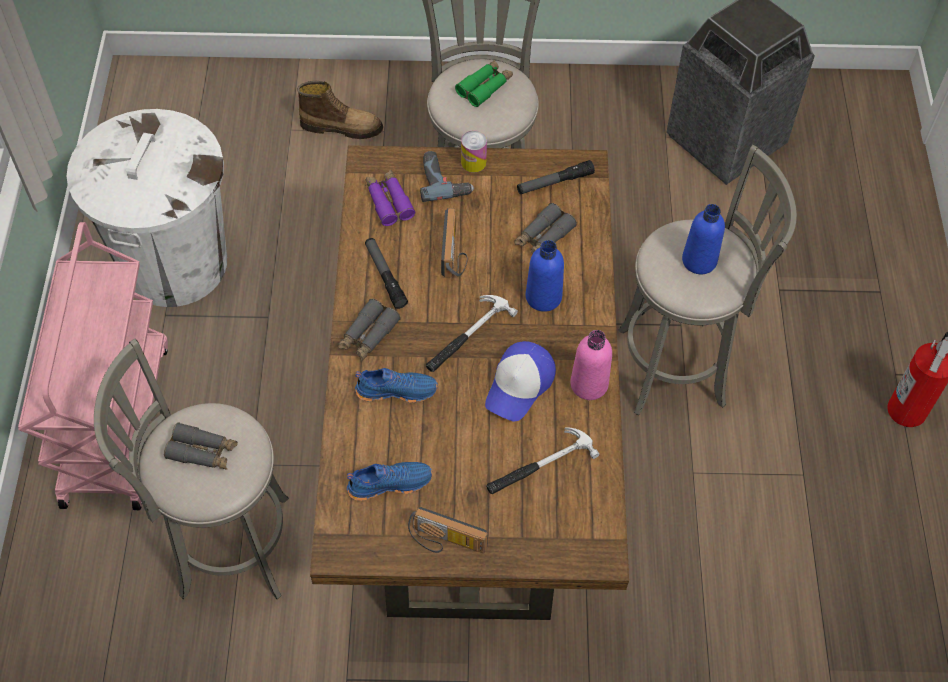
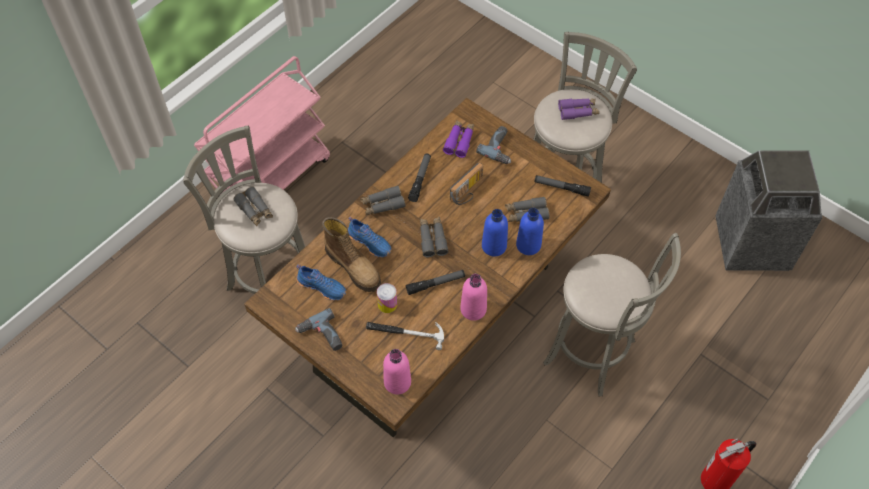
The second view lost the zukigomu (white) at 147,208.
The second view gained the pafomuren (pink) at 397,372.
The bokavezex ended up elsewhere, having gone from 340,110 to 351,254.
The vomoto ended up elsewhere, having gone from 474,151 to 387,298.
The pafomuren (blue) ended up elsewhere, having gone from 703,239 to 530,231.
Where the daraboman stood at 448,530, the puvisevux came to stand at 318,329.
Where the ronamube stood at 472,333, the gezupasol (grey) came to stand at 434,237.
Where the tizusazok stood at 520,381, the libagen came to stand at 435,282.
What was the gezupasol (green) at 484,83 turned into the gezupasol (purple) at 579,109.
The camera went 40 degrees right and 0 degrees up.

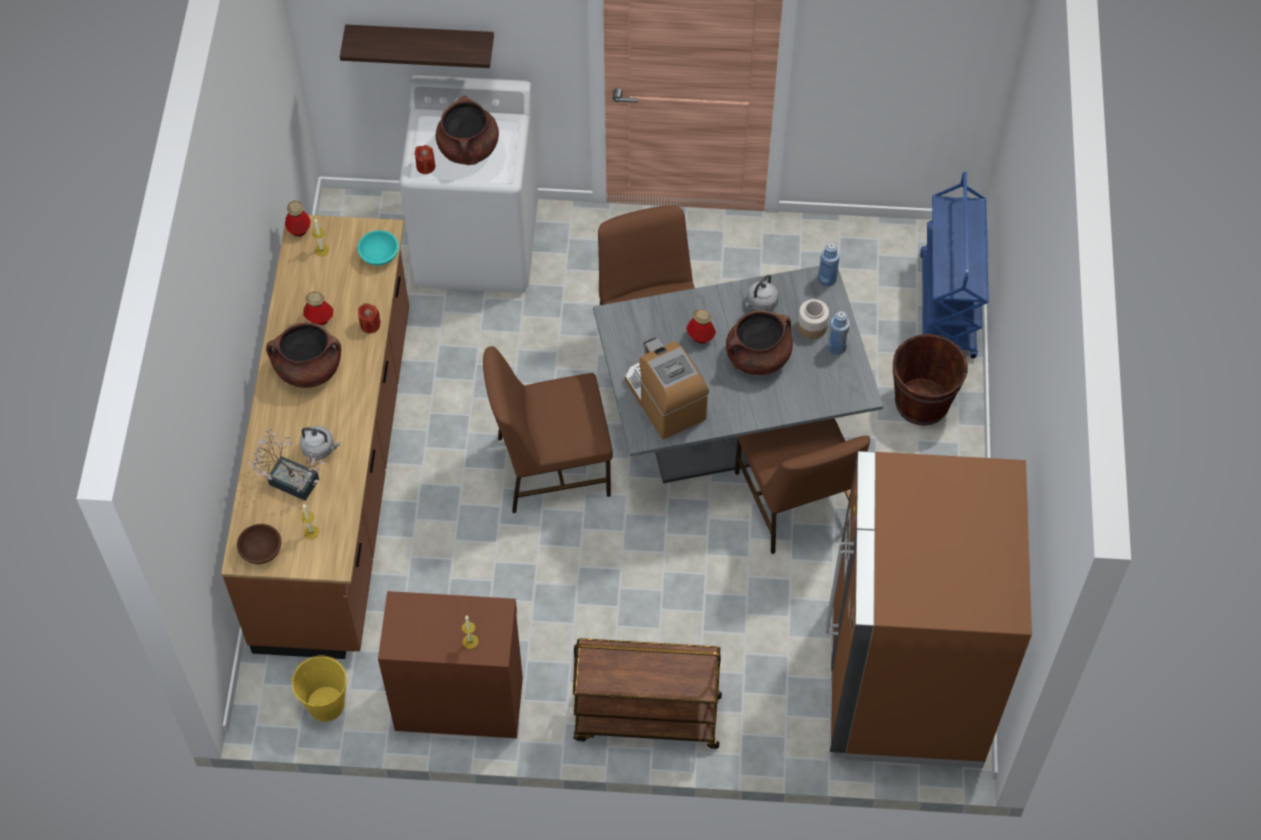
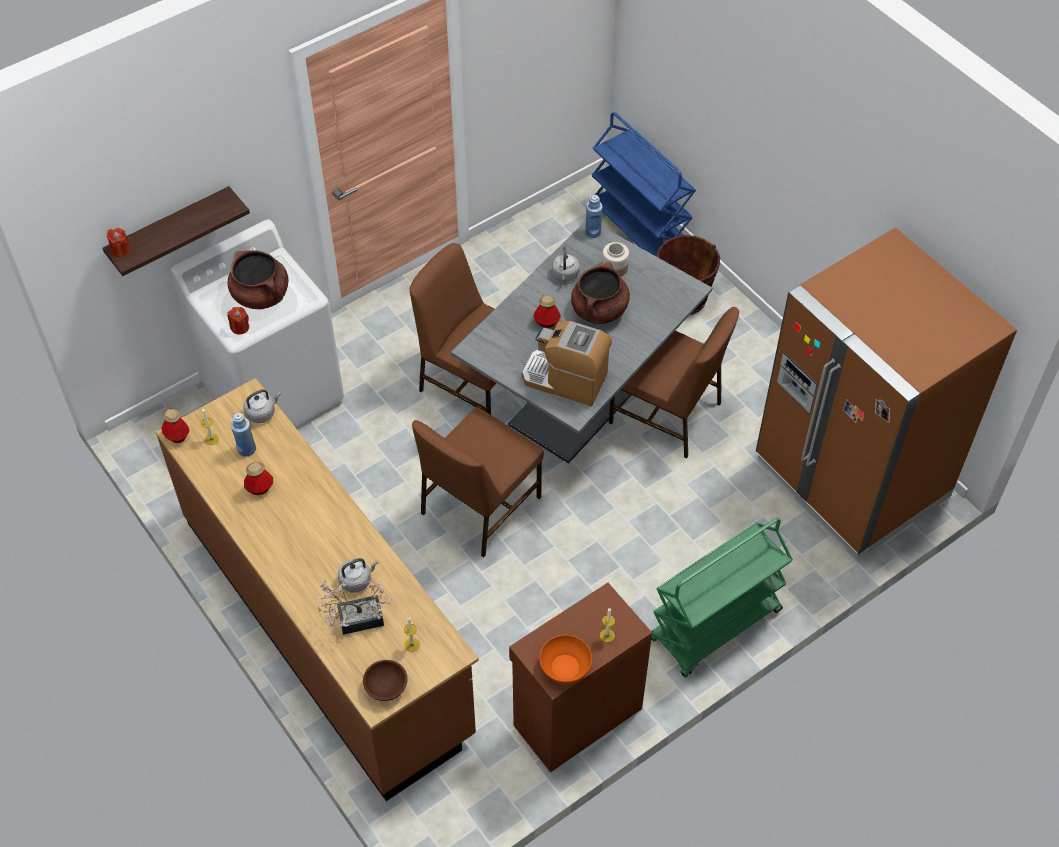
The second view lost the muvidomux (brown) at 303,355.
The second view lost the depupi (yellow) at 319,688.
The second view gained the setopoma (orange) at 565,659.
The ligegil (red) ended up elsewhere, having gone from 369,318 to 118,242.
The pafomuren (blue) ended up elsewhere, having gone from 839,333 to 243,435.
Where the setopoma (turquoise) stood at 378,247, the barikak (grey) came to stand at 262,406.
What was the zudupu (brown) at 647,693 turned into the zudupu (green) at 722,597.
The camera went 40 degrees left and 5 degrees down.

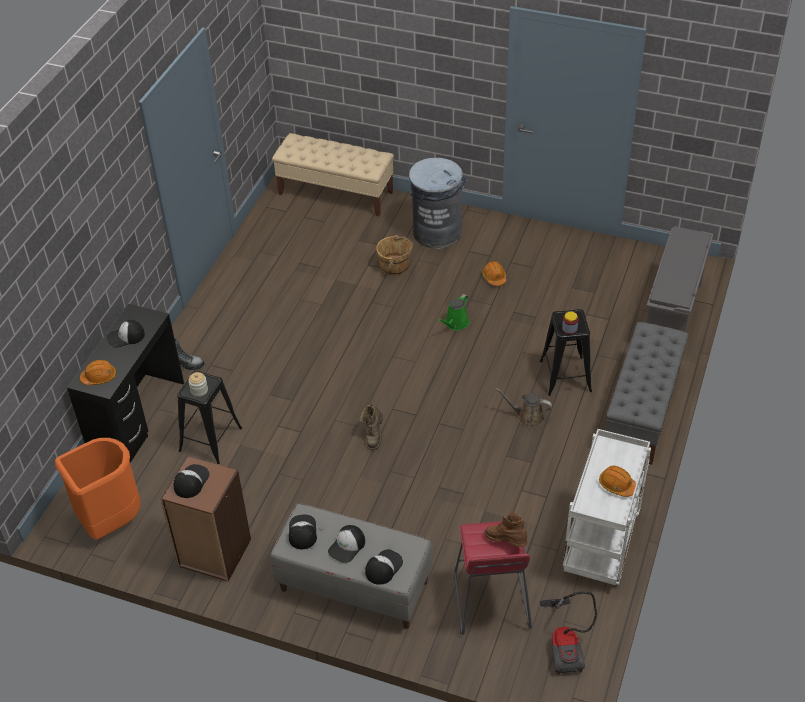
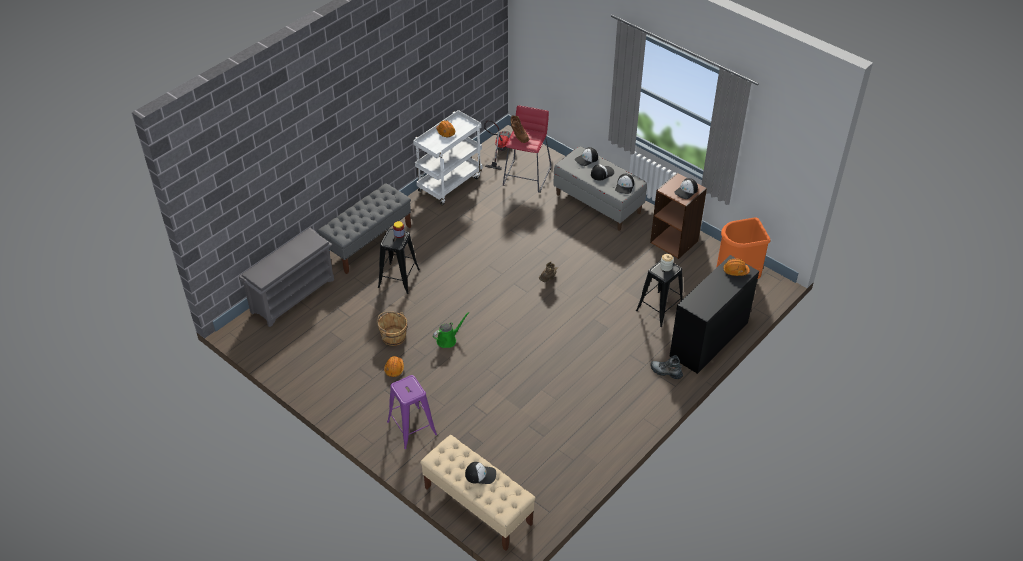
The second view lost the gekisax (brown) at 523,408.
The tizusazok ended up elsewhere, having gone from 126,334 to 480,473.
The depupi (brown) ended up elsewhere, having gone from 394,255 to 392,328.
Where the zukigomu (grey) stood at 438,203, the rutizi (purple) came to stand at 412,412.
The camera went 160 degrees left and 0 degrees up.

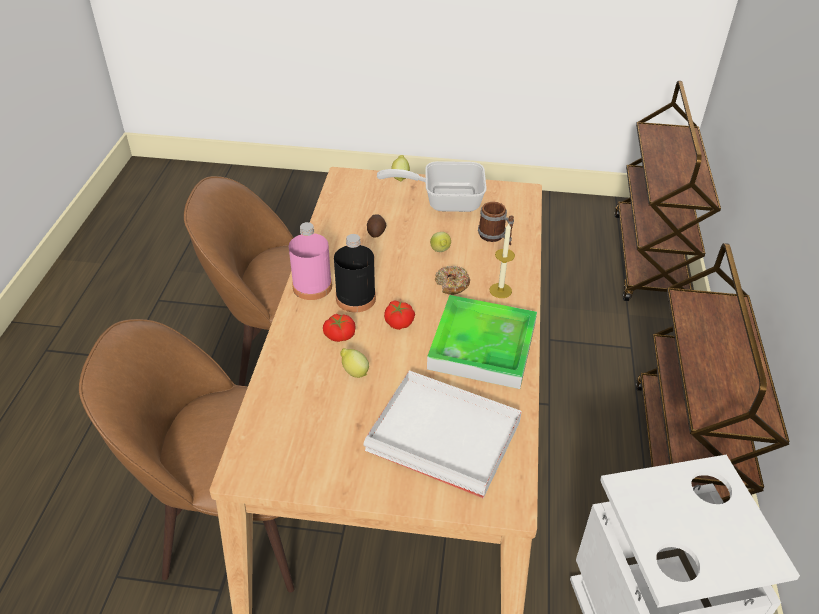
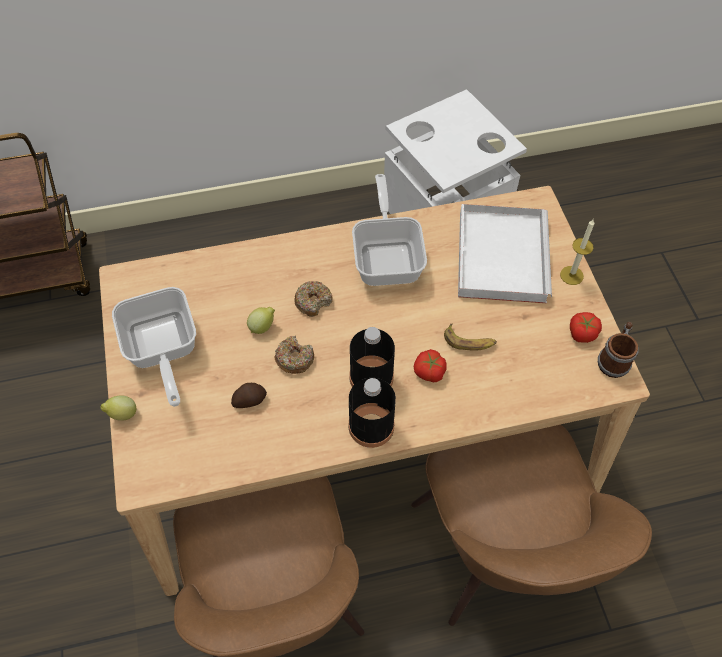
The second view lost the zudupu (brown) at 712,373.
The second view gained the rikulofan at 294,355.
The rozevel ended up elsewhere, having gone from 399,315 to 586,327.
The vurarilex ended up elsewhere, having gone from 496,223 to 618,350.
The ligegil ended up elsewhere, having gone from 502,260 to 577,252.
Where the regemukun stood at 354,363, the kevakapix came to stand at 470,337.
Where the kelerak stood at 482,342, the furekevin came to stand at 389,230.
What was the pafomuren (pink) at 310,261 turned into the pafomuren (black) at 372,413.
The camera went 110 degrees left and 15 degrees up.

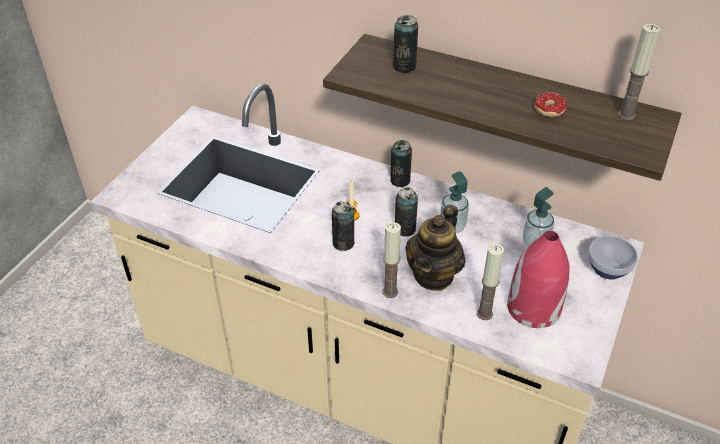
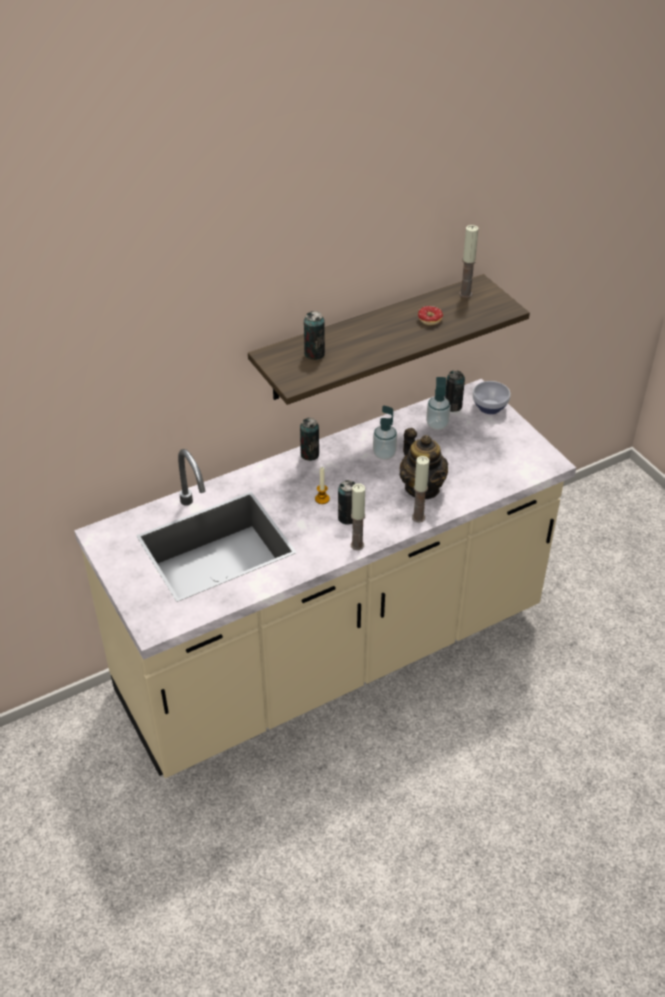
The second view lost the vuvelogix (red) at 538,279.
The vomoto ended up elsewhere, having gone from 406,212 to 455,391.
The ligegil ended up elsewhere, having gone from 490,282 to 358,516.
The camera went 55 degrees left and 0 degrees up.

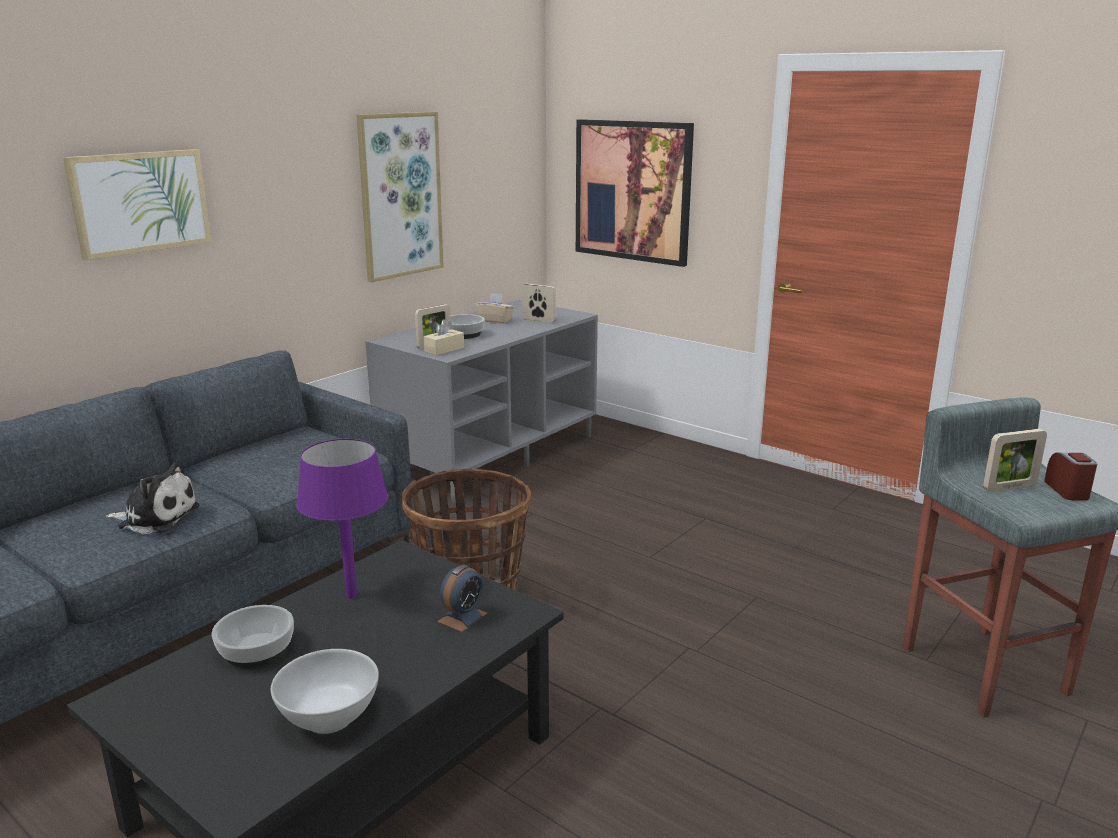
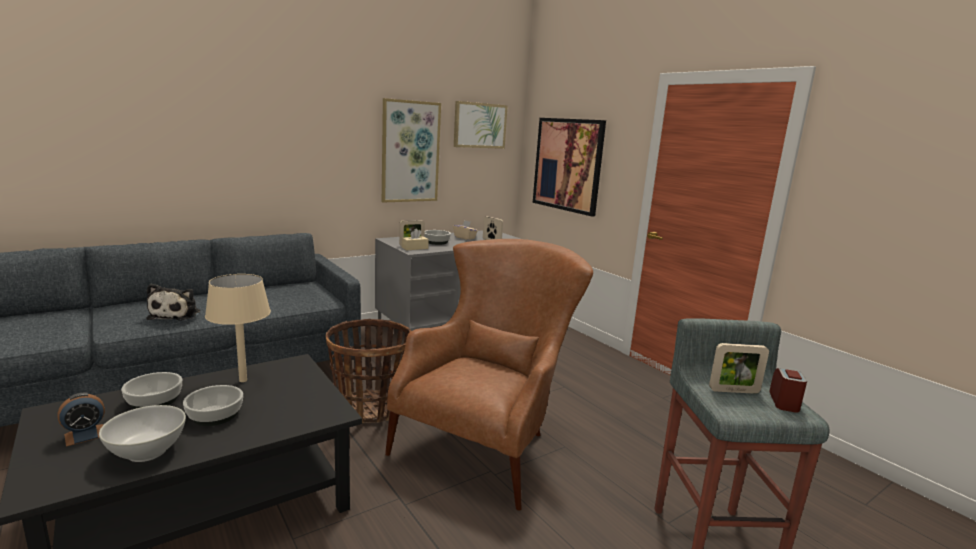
The second view gained the setopoma at 213,405.
The second view gained the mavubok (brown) at 489,374.
The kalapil ended up elsewhere, having gone from 137,204 to 481,125.
The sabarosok ended up elsewhere, having gone from 462,598 to 81,420.
What was the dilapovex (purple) at 342,519 turned into the dilapovex (beige) at 238,328.
The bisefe at 152,498 ended up facing another way, 60 degrees clockwise from before.
The camera went 15 degrees right and 5 degrees down.

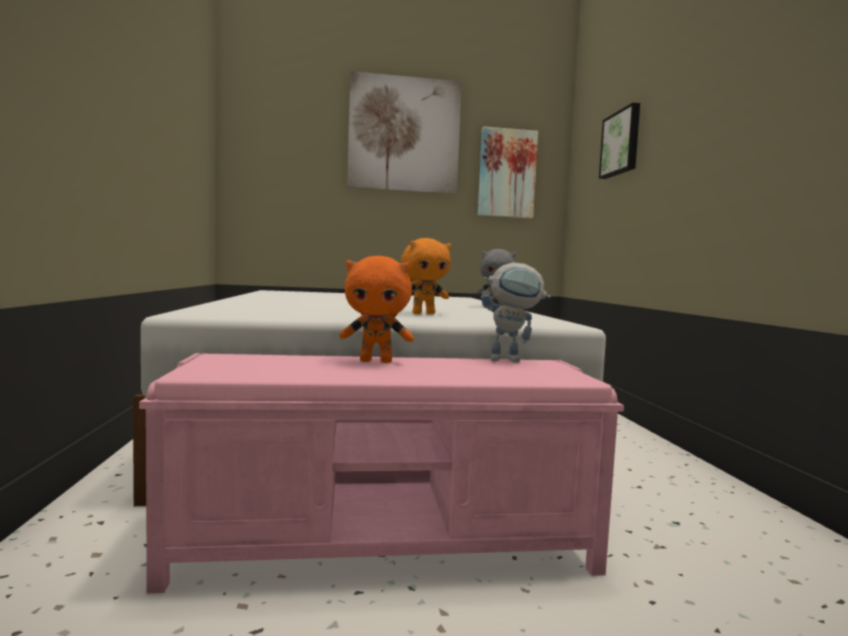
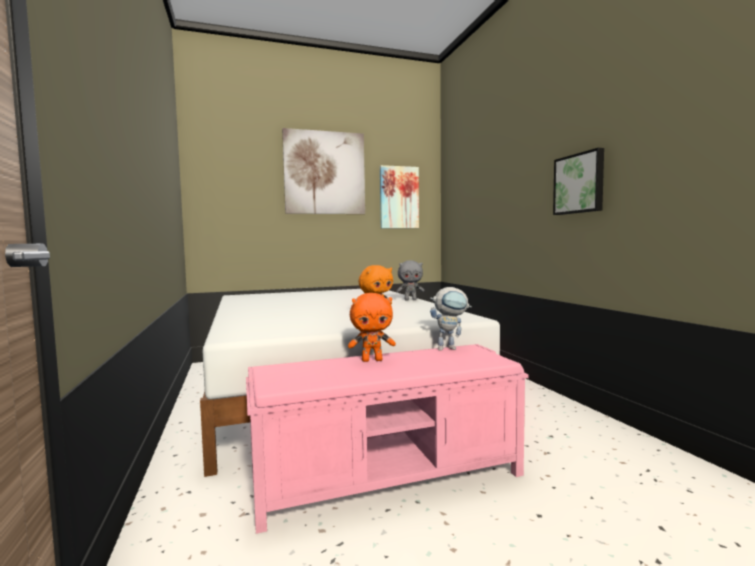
The kalapil ended up elsewhere, having gone from 619,141 to 578,181.
The camera went 10 degrees left and 0 degrees up.

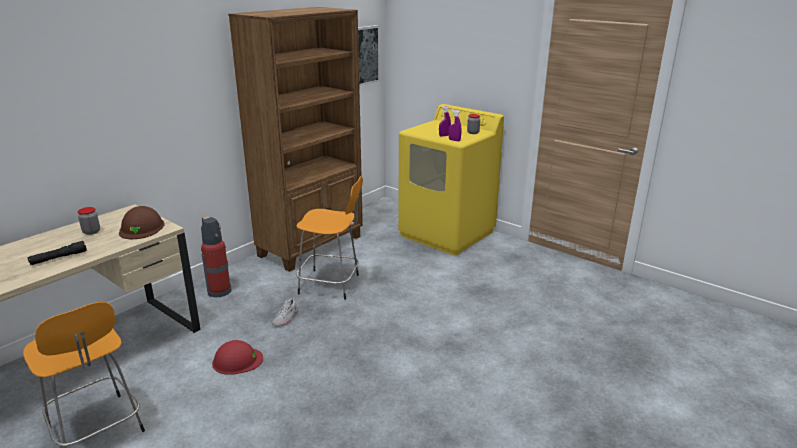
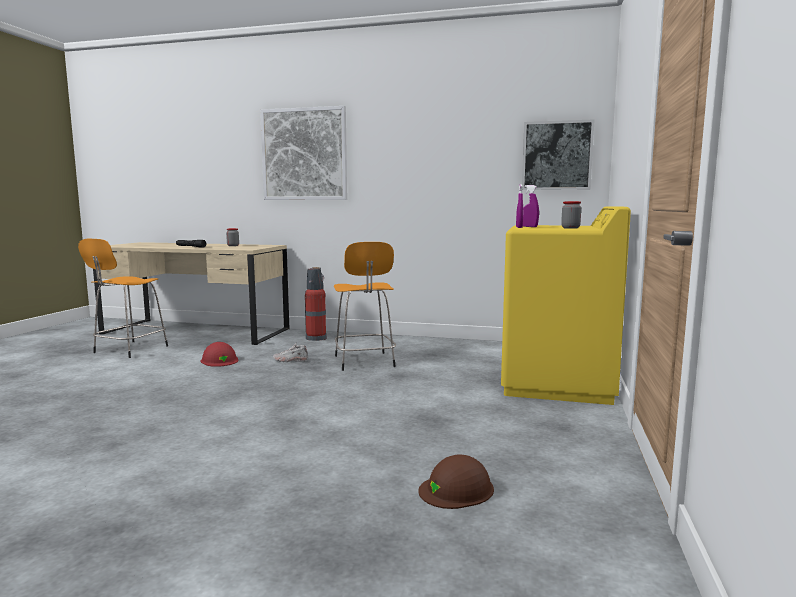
The second view lost the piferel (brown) at 295,139.
The second view gained the kalapil at 303,153.
The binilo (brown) ended up elsewhere, having gone from 142,222 to 456,481.
The camera went 65 degrees right and 15 degrees down.

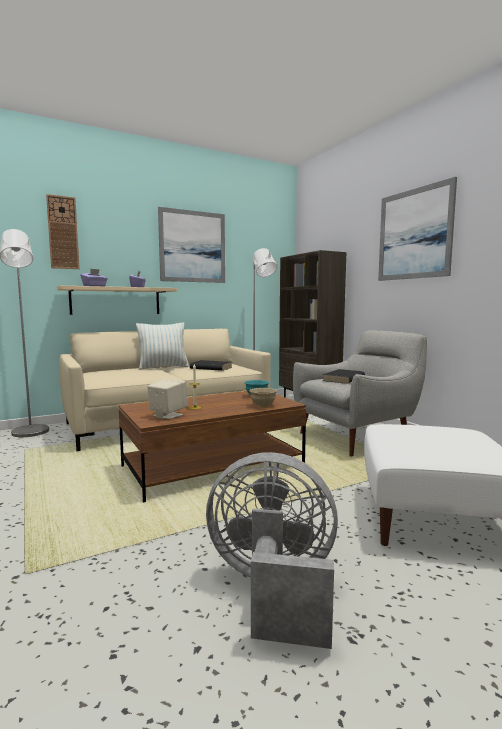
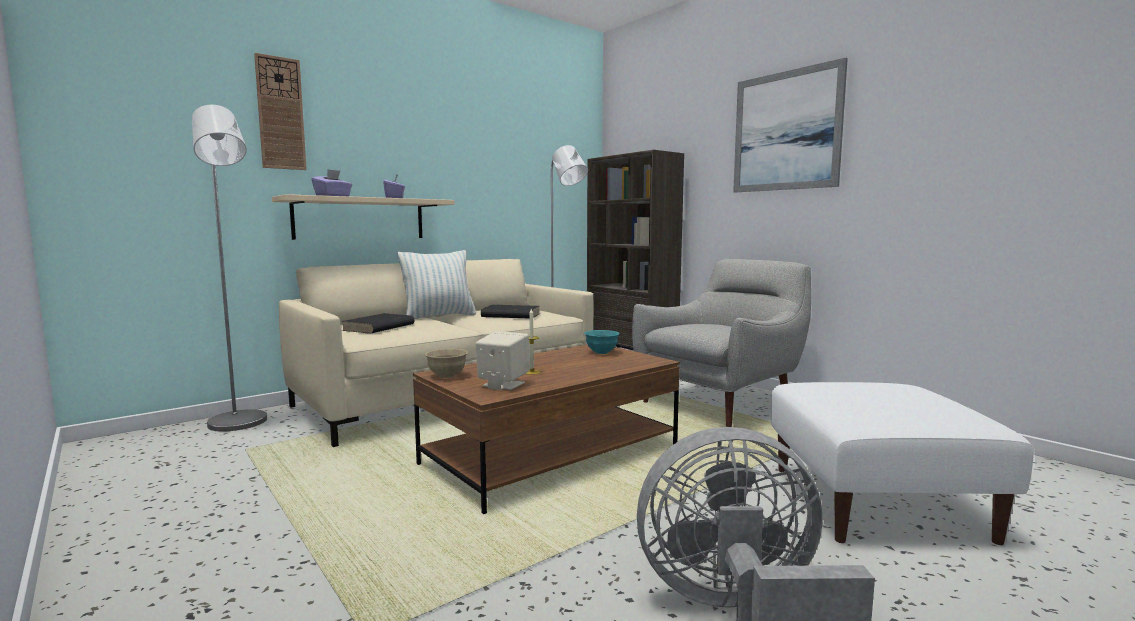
The second view lost the kalapil at 191,245.
The setopoma (beige) ended up elsewhere, having gone from 263,397 to 446,363.
The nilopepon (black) ended up elsewhere, having gone from 343,376 to 378,323.
The camera went 10 degrees left and 0 degrees up.

